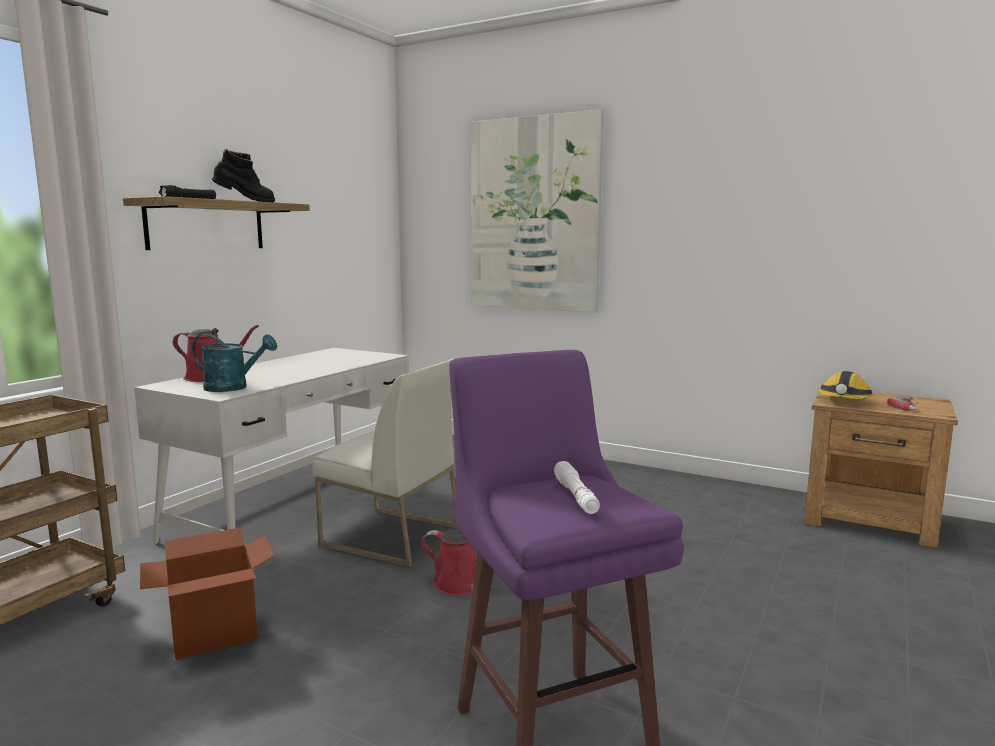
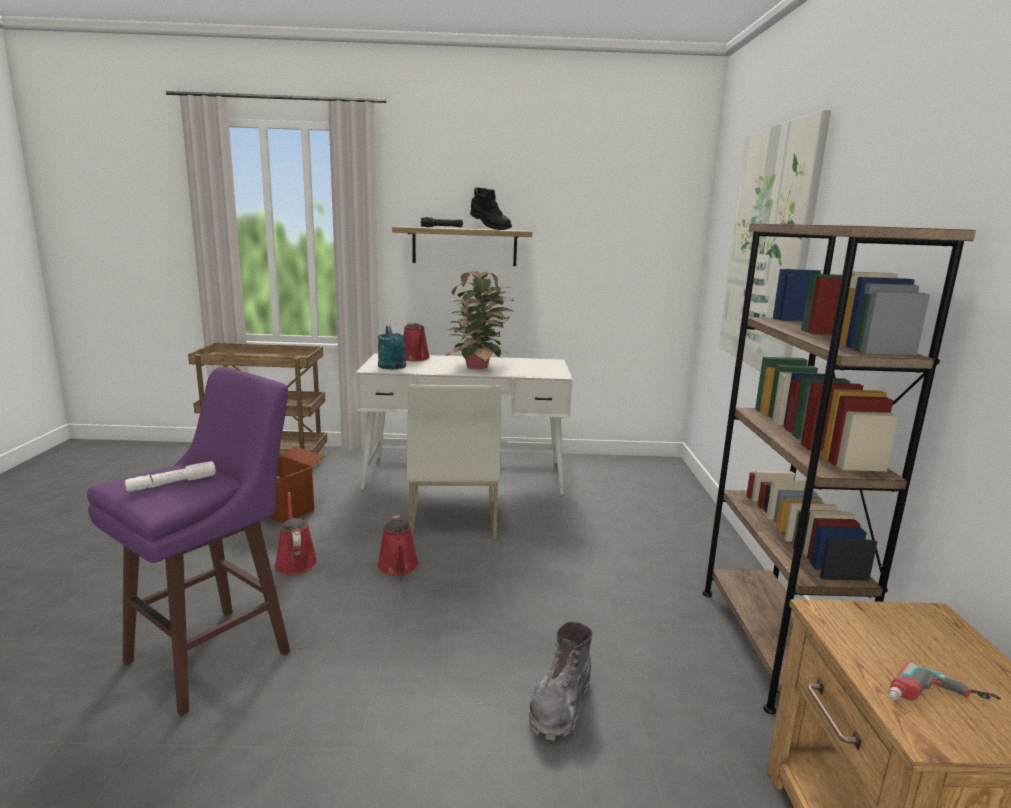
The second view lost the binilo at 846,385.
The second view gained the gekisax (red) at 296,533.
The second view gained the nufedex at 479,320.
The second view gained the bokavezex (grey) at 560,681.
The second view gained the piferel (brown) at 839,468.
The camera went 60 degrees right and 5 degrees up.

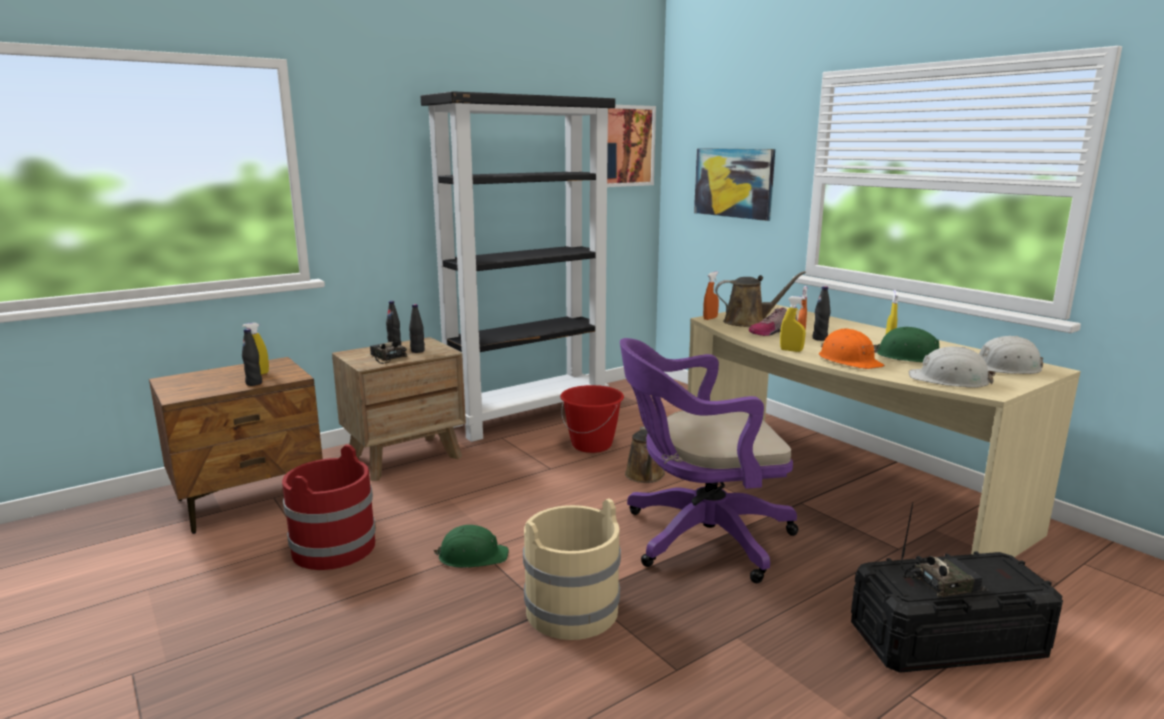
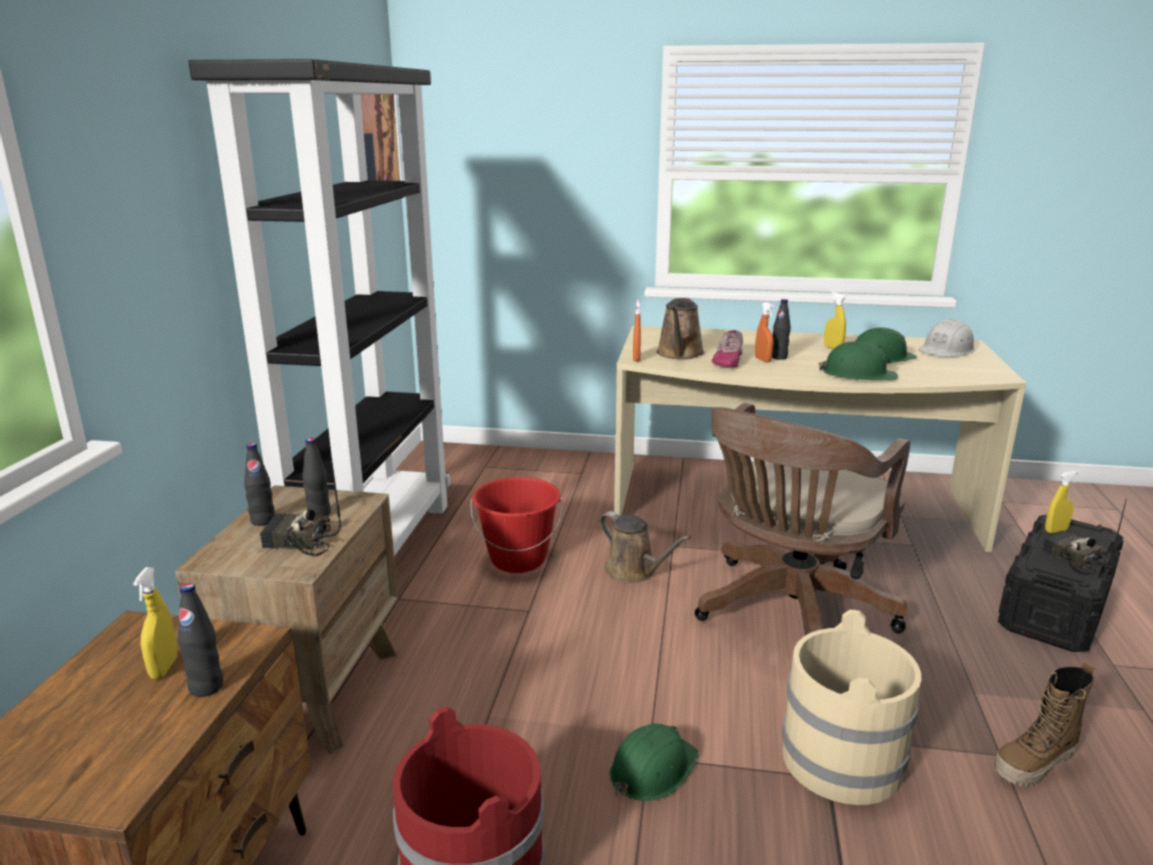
The second view lost the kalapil at 734,184.
The second view lost the binilo (white) at 952,367.
The second view gained the bokavezex at 1044,724.
The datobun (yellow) ended up elsewhere, having gone from 793,324 to 1062,502.
What was the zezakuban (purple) at 709,460 turned into the zezakuban (brown) at 802,518.
What was the binilo (orange) at 852,348 turned into the binilo (green) at 858,361.
The gekisax (brown) at 760,299 ended up facing another way, 150 degrees clockwise from before.
The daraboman at 942,550 ended up facing another way, 60 degrees counterclockwise from before.
The camera went 45 degrees left and 5 degrees up.

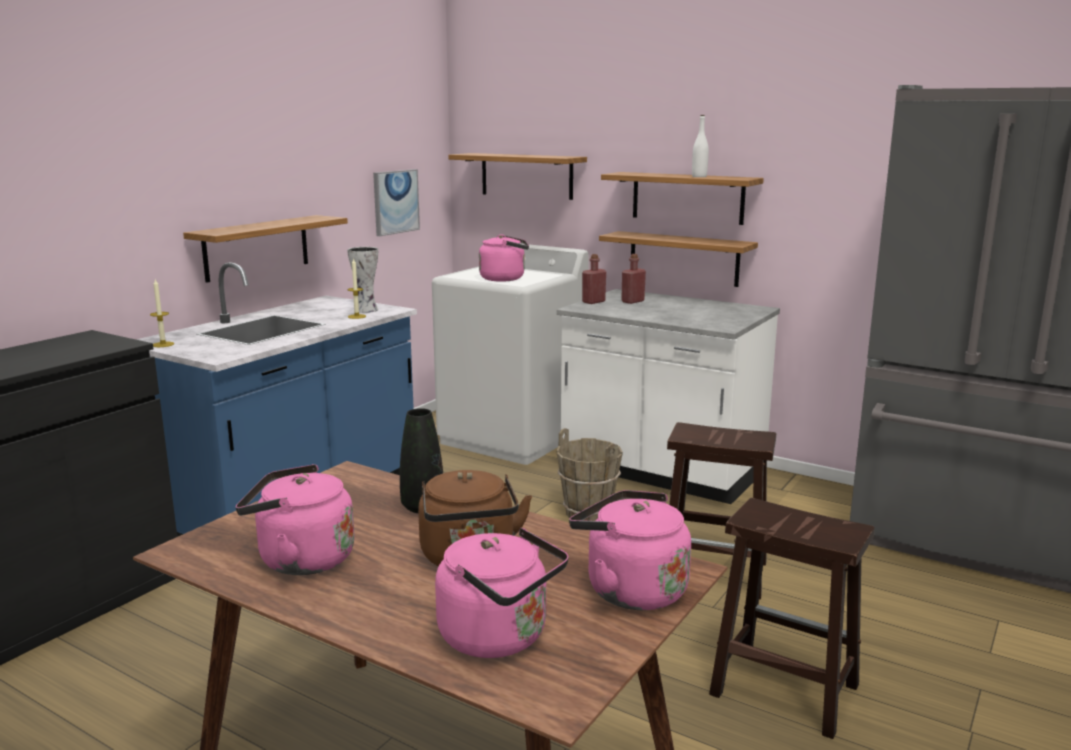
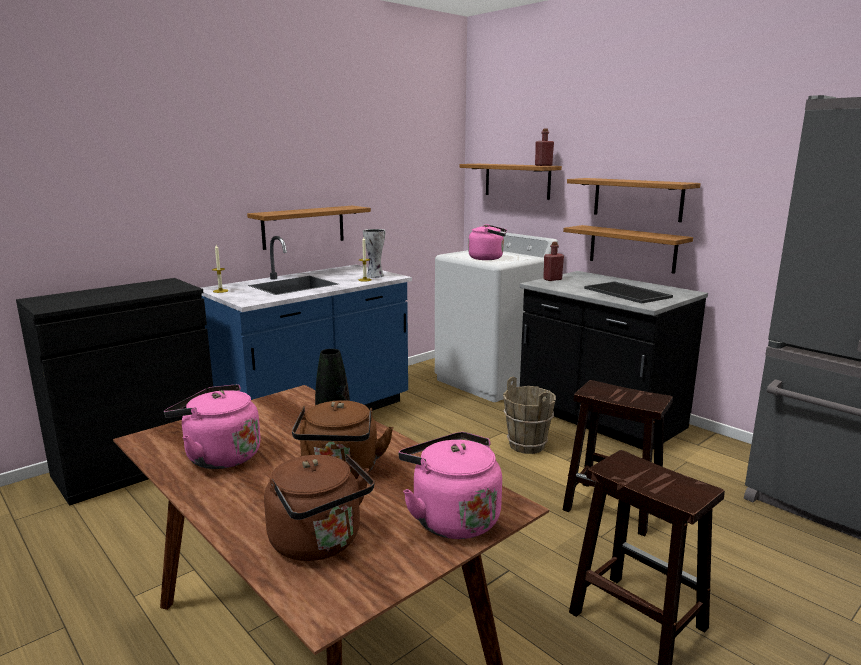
The second view lost the kalapil at 396,202.
The second view lost the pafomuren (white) at 700,146.
The second view gained the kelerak at 628,292.
The pafomuren (red) ended up elsewhere, having gone from 633,279 to 544,147.
What was the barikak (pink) at 501,593 turned into the barikak (brown) at 319,507.
What was the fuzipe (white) at 668,396 turned into the fuzipe (black) at 614,360.
The camera went 15 degrees right and 0 degrees up.

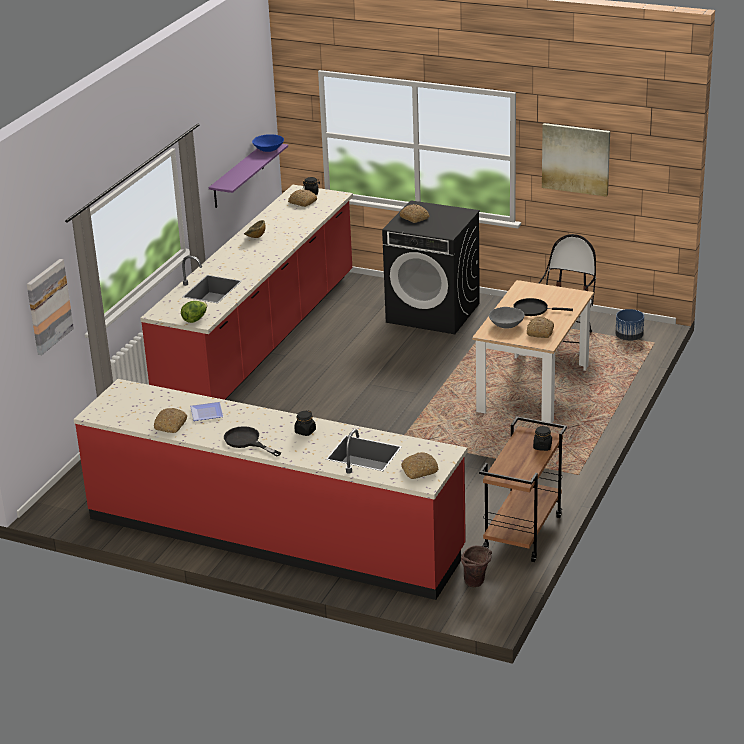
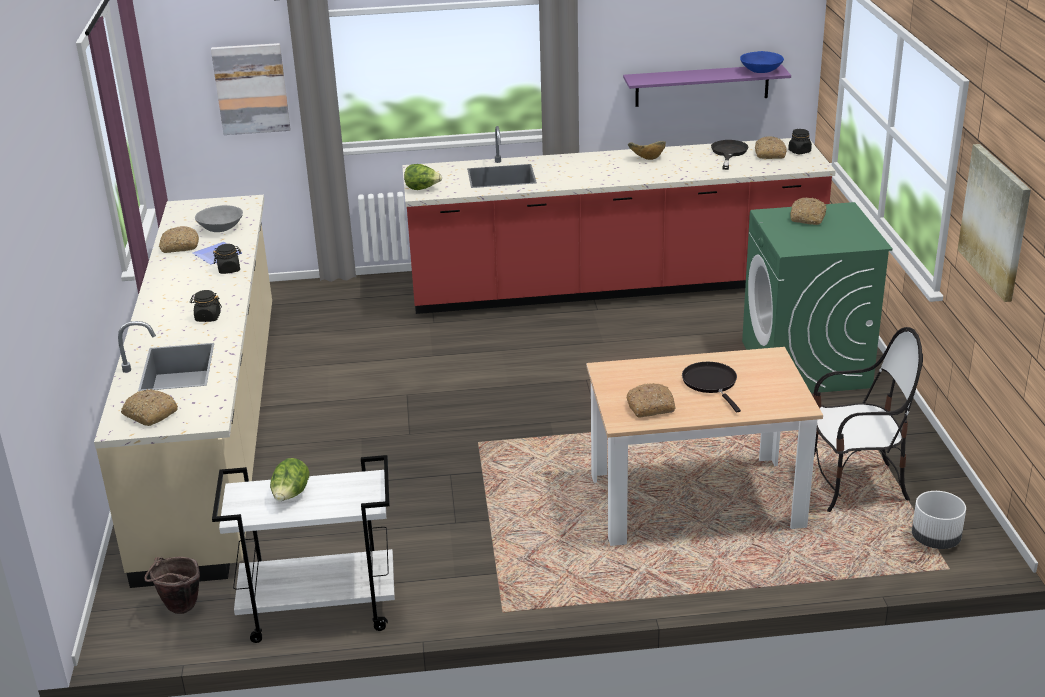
The second view gained the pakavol at 290,479.
The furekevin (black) ended up elsewhere, having gone from 252,441 to 729,155.
The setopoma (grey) ended up elsewhere, having gone from 507,317 to 219,218.
The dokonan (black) ended up elsewhere, having gone from 542,438 to 227,259.
What was the fuzipe (red) at 270,489 turned into the fuzipe (beige) at 183,391.
What was the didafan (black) at 431,267 turned into the didafan (green) at 817,297.
What was the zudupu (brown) at 523,489 turned into the zudupu (white) at 303,549.
What was the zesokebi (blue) at 629,325 turned into the zesokebi (white) at 939,520.
The camera went 60 degrees right and 0 degrees up.

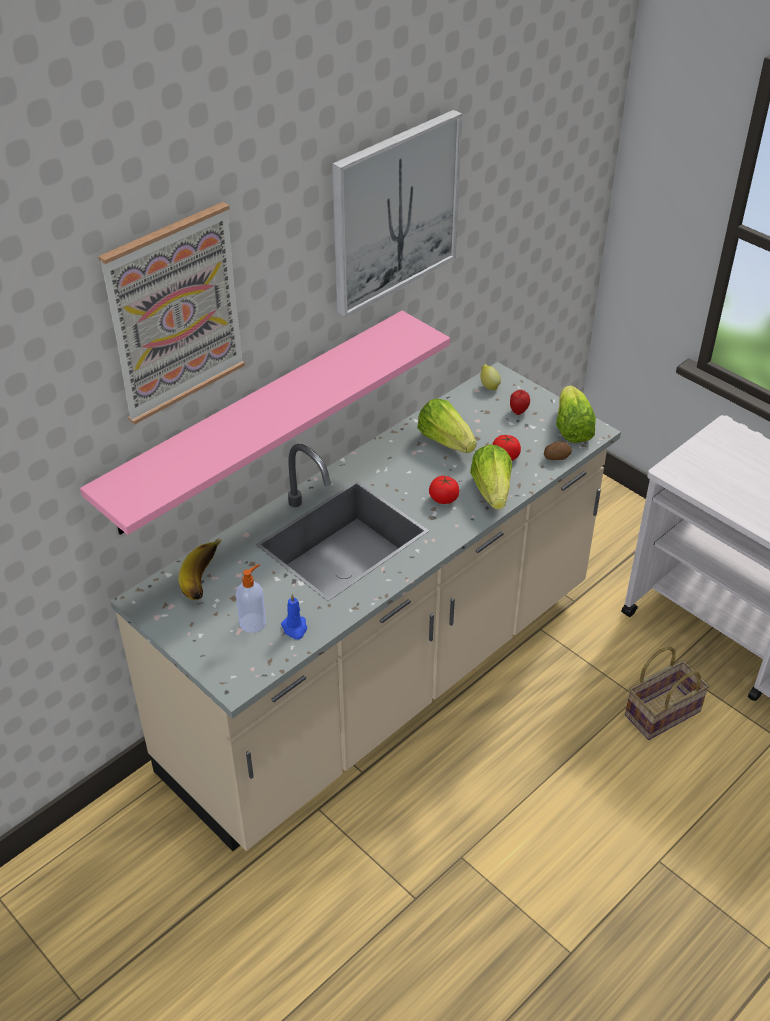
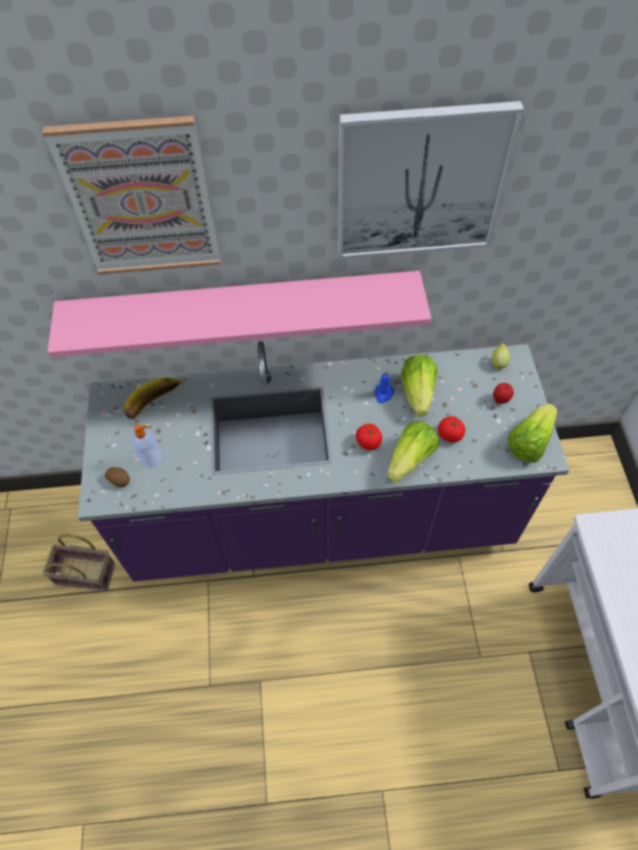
The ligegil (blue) ended up elsewhere, having gone from 294,617 to 384,387.
The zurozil ended up elsewhere, having gone from 558,450 to 117,477.
The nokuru ended up elsewhere, having gone from 667,693 to 79,562.
What was the fuzipe (beige) at 365,606 turned into the fuzipe (purple) at 323,461.
The camera went 40 degrees right and 15 degrees up.

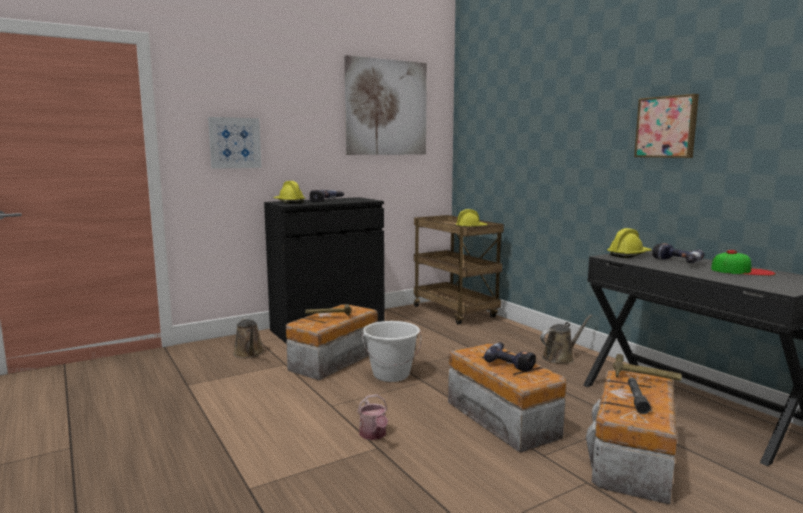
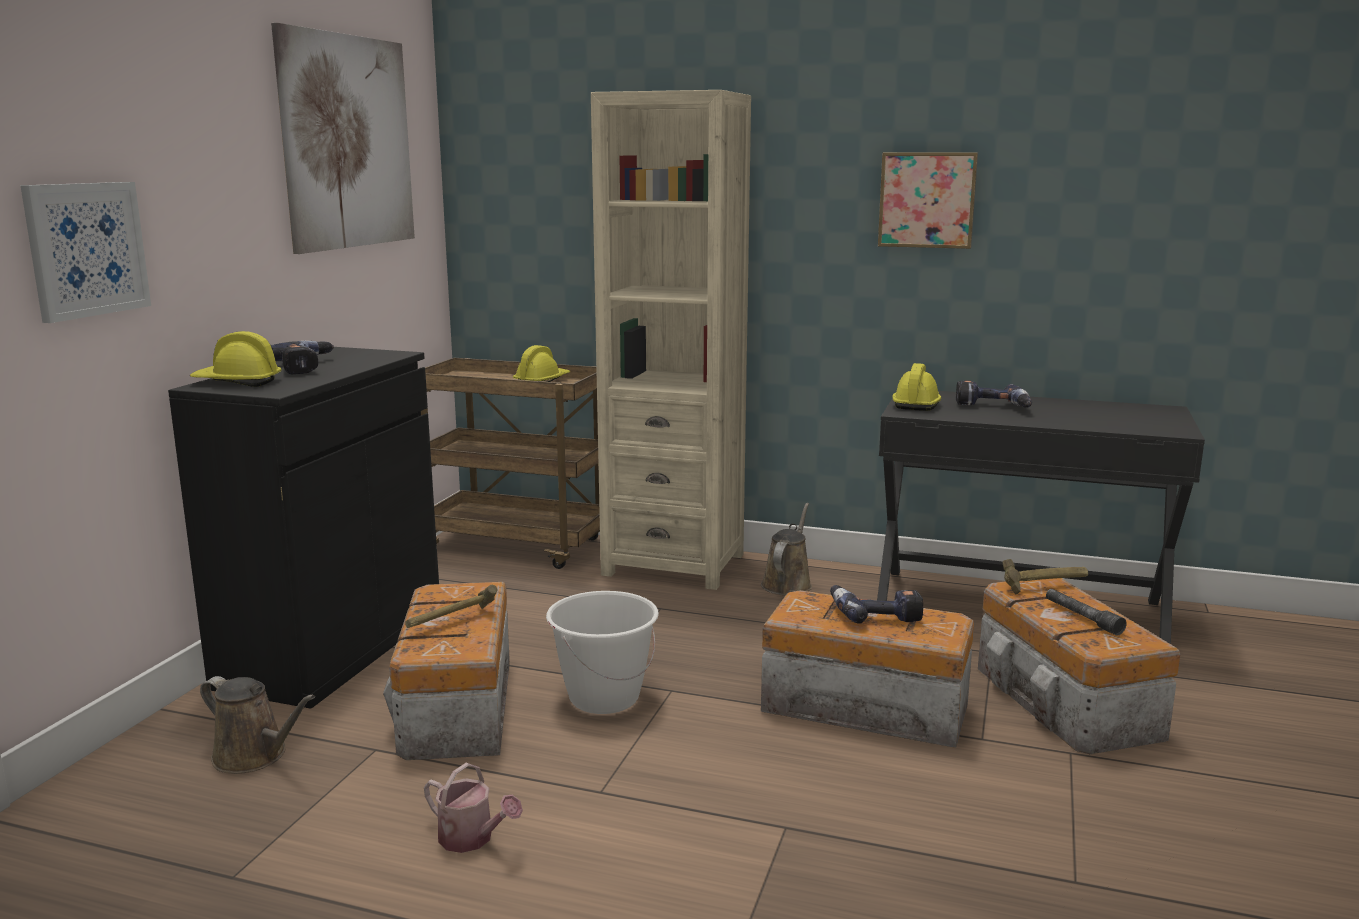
The second view lost the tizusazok at 743,263.
The second view gained the piferel (beige) at 671,340.
The gekisax ended up elsewhere, having gone from 372,417 to 473,808.
The camera went 40 degrees left and 5 degrees up.

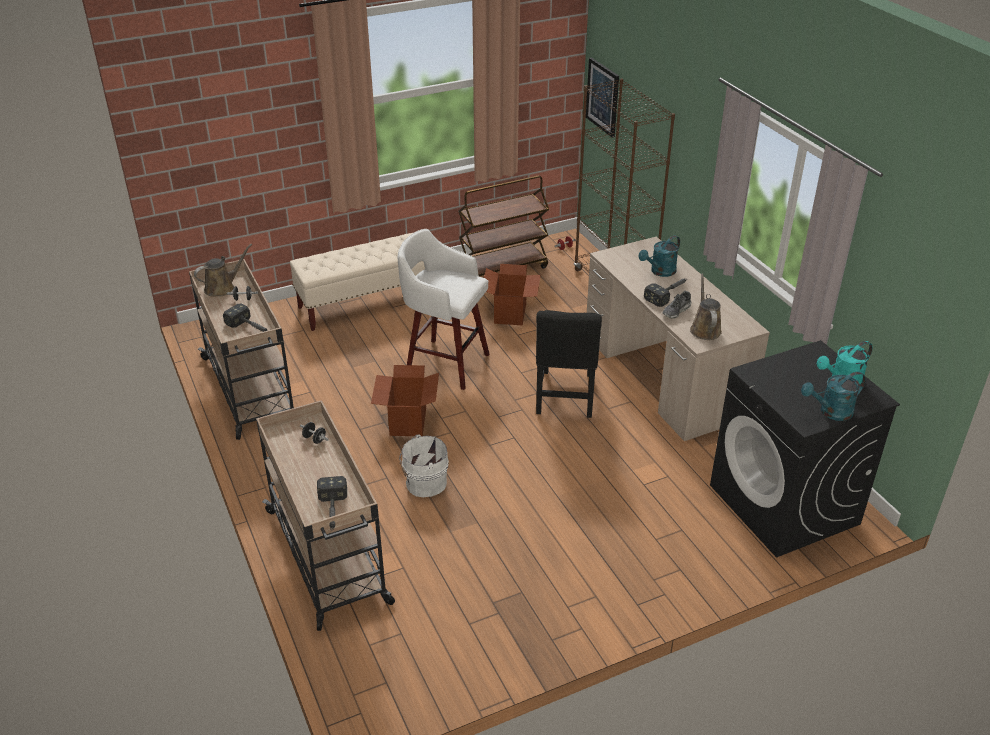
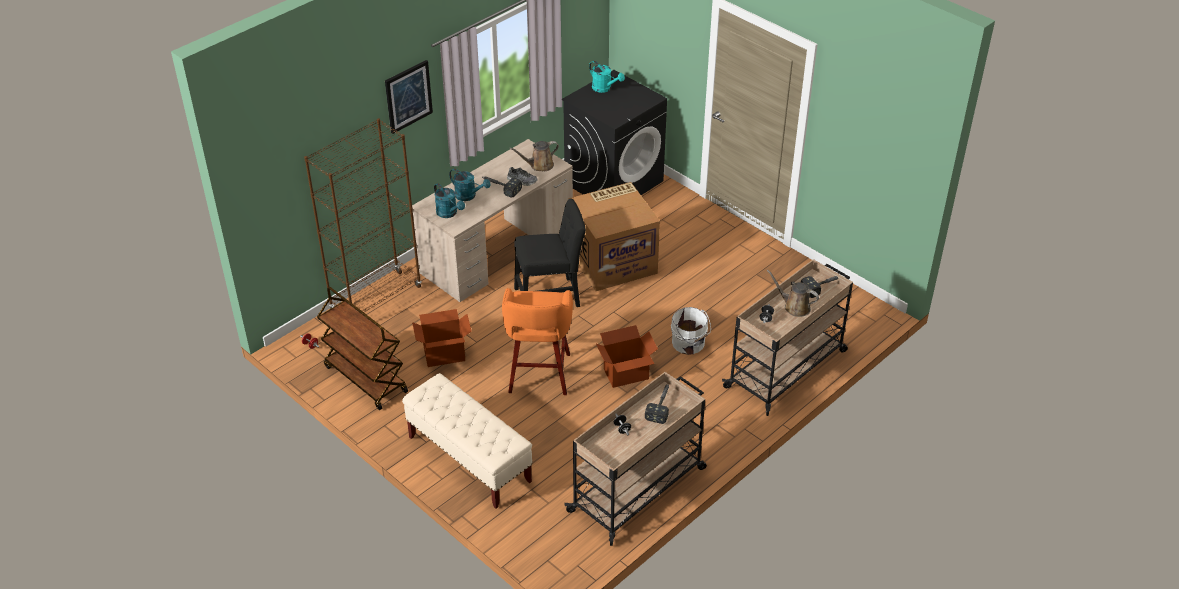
The second view gained the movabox at 614,236.
The gekisax (brown) ended up elsewhere, having gone from 223,270 to 793,293.
The kalapil ended up elsewhere, having gone from 602,97 to 409,97.
The gekisax (turquoise) ended up elsewhere, having gone from 833,396 to 449,200.
What was the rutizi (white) at 443,309 turned into the rutizi (orange) at 537,341.
The camera went 110 degrees left and 5 degrees up.

